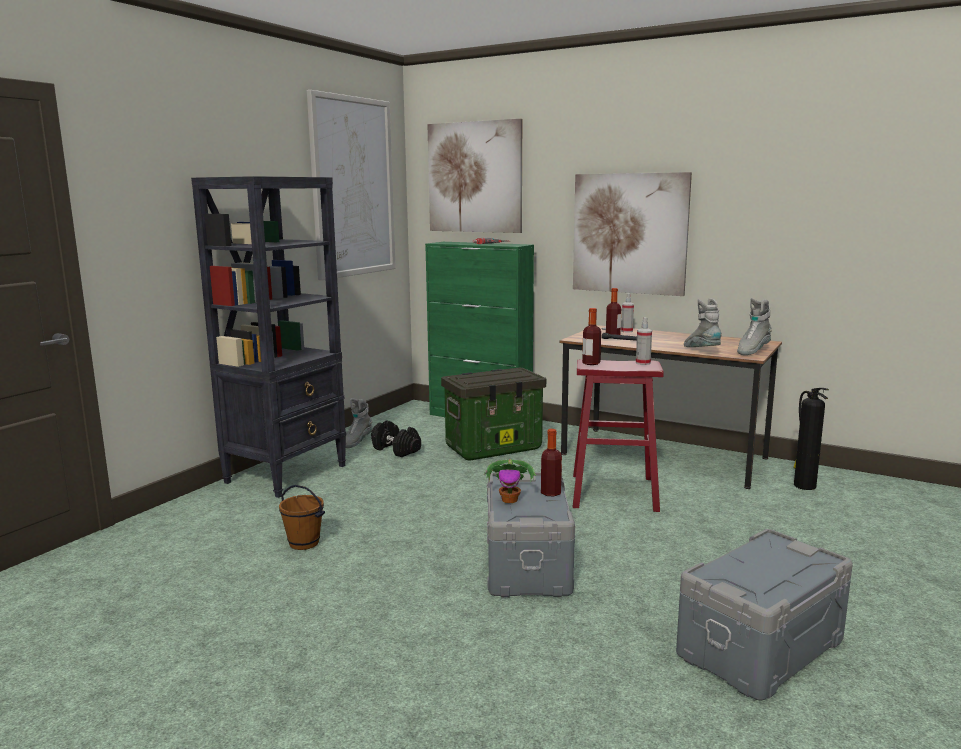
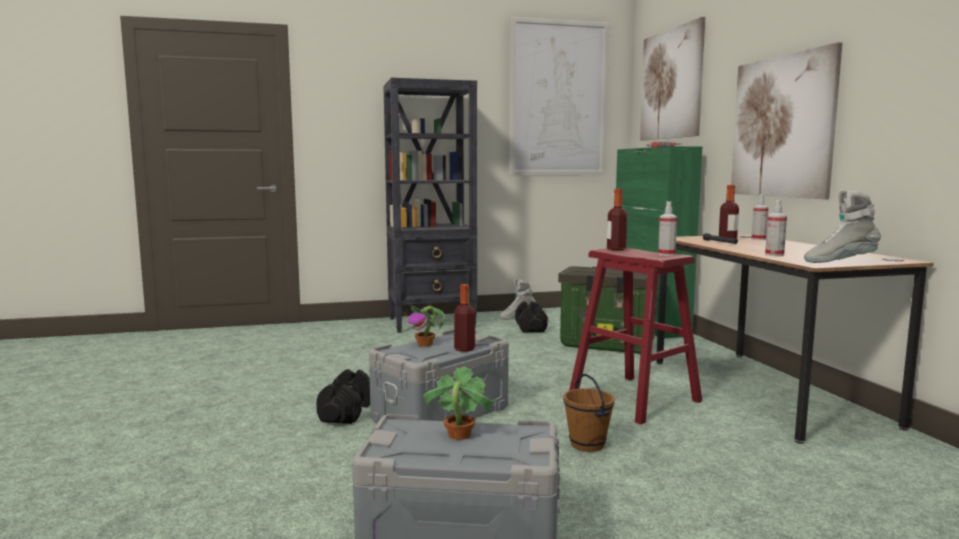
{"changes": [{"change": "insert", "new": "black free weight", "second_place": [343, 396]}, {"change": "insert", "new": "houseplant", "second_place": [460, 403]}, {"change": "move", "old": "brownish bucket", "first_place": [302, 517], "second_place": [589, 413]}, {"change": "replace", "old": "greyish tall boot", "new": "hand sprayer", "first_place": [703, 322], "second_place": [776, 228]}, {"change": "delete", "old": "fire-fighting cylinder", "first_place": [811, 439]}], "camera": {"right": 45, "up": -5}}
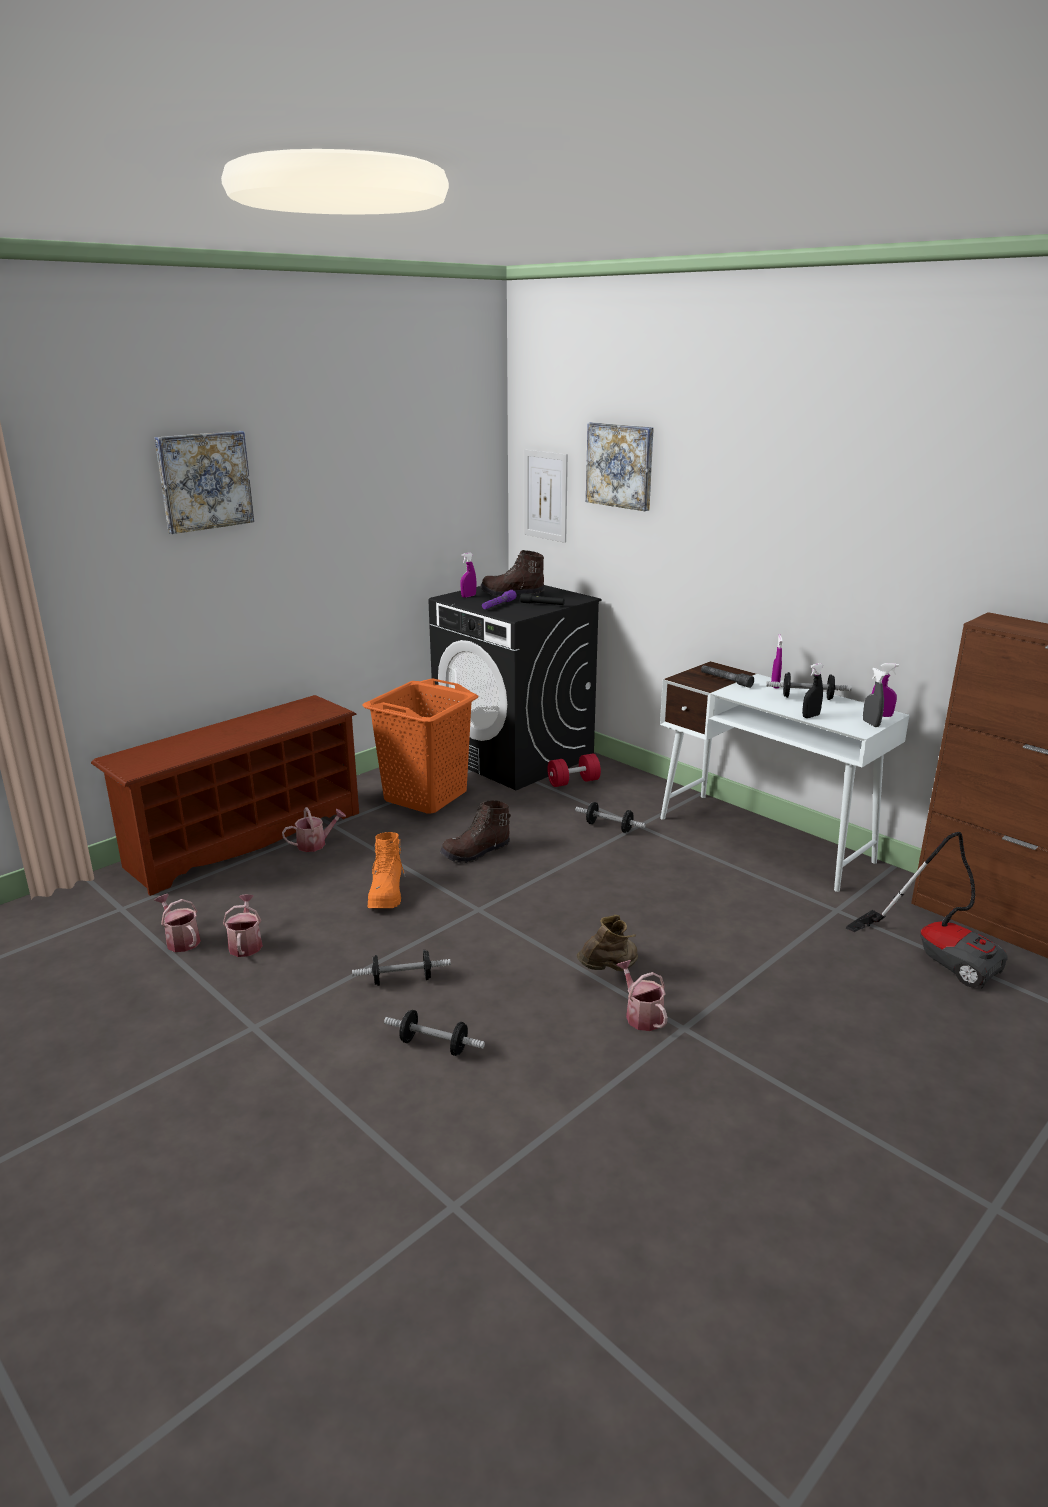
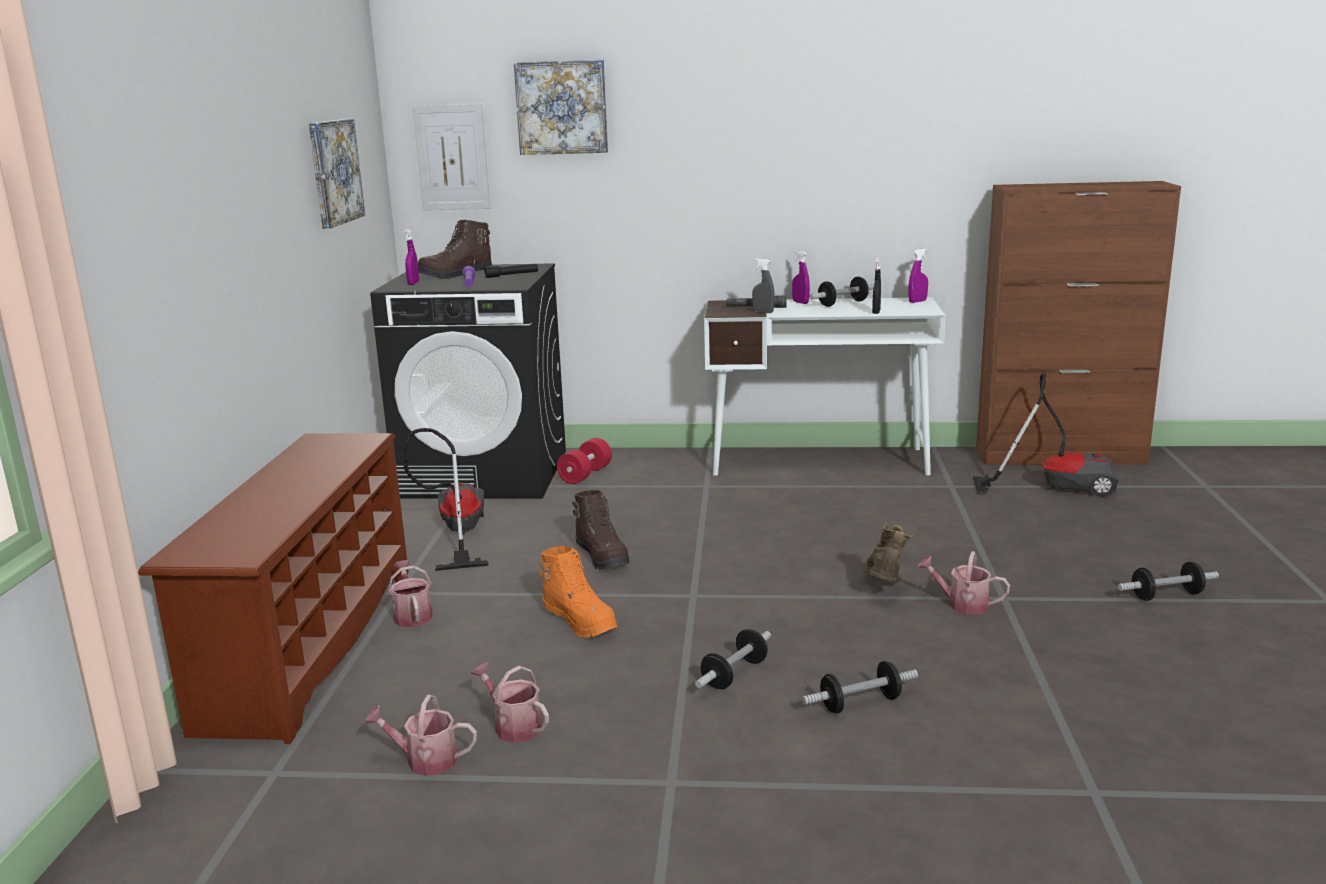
{"changes": [{"change": "move", "old": "wall picture", "first_place": [204, 482], "second_place": [337, 173]}, {"change": "rotate", "old": "sprinkling can", "first_place": [314, 829], "second_place": [410, 593], "degrees": -45}, {"change": "replace", "old": "orange hamper", "new": "hoover", "first_place": [420, 746], "second_place": [446, 499]}, {"change": "rotate", "old": "brownish tall boot", "first_place": [475, 831], "second_place": [601, 530], "degrees": -45}, {"change": "move", "old": "greyish hand sprayer", "first_place": [874, 697], "second_place": [763, 285]}, {"change": "move", "old": "free weight", "first_place": [610, 817], "second_place": [1168, 581]}], "camera": {"right": -40, "up": -5}}
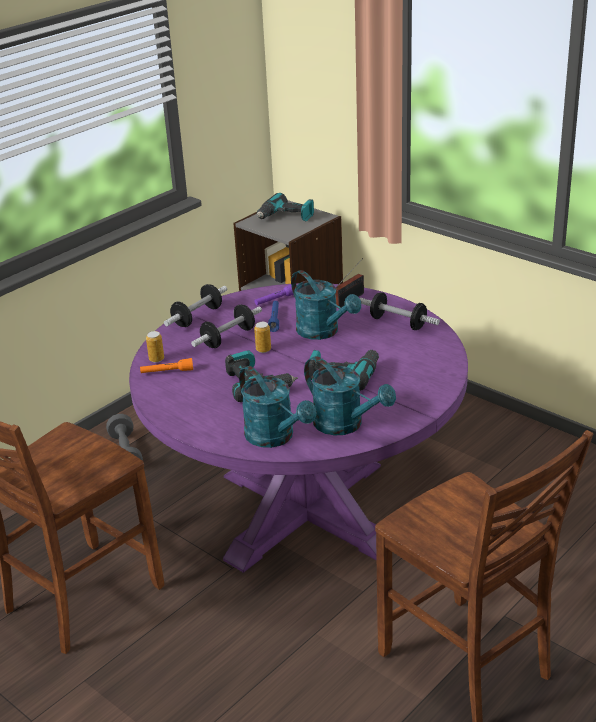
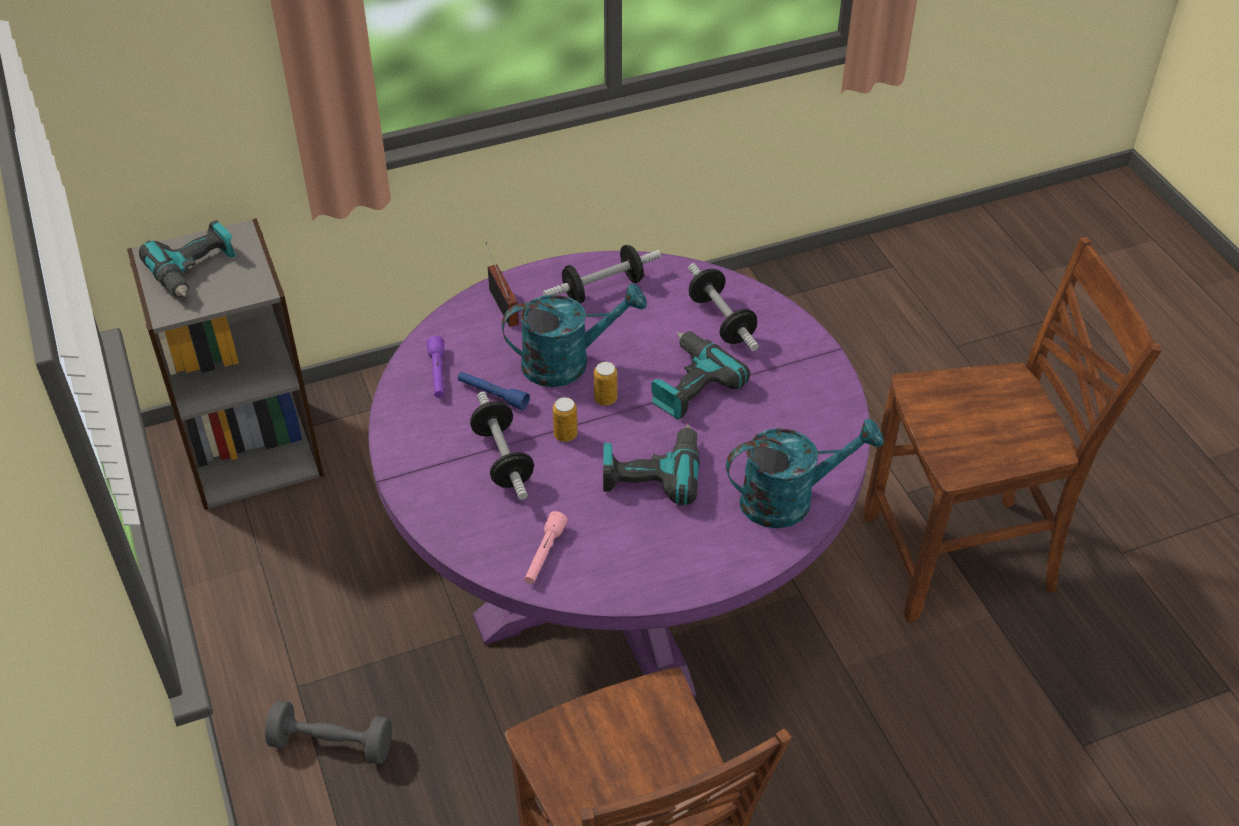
{"changes": [{"change": "recolor", "old": "orange hand torch", "new": "pink hand torch", "first_place": [166, 365], "second_place": [546, 547]}, {"change": "move", "old": "sealed can", "first_place": [155, 347], "second_place": [605, 384]}, {"change": "move", "old": "free weight", "first_place": [195, 305], "second_place": [723, 307]}, {"change": "delete", "old": "turquoise sprinkling can", "first_place": [350, 396]}], "camera": {"right": -65, "up": 15}}
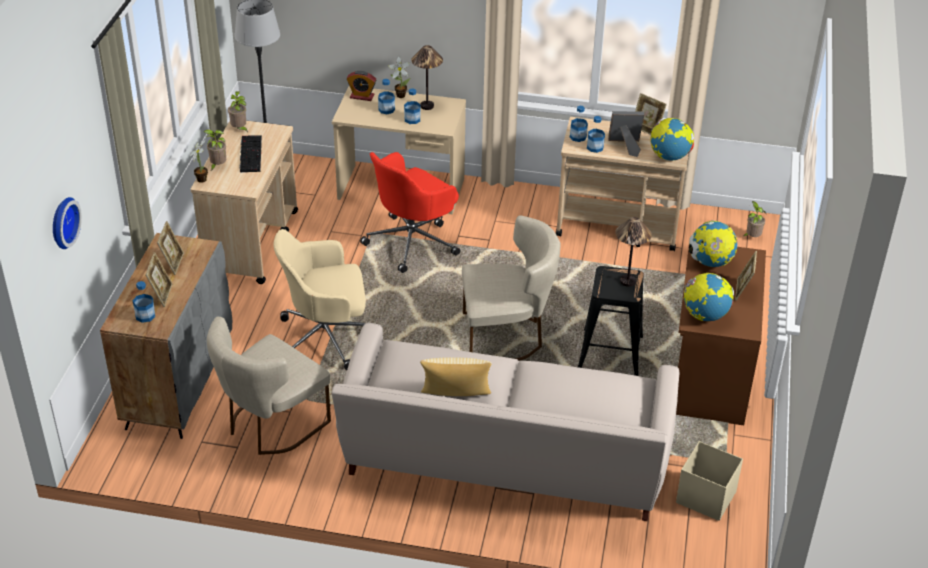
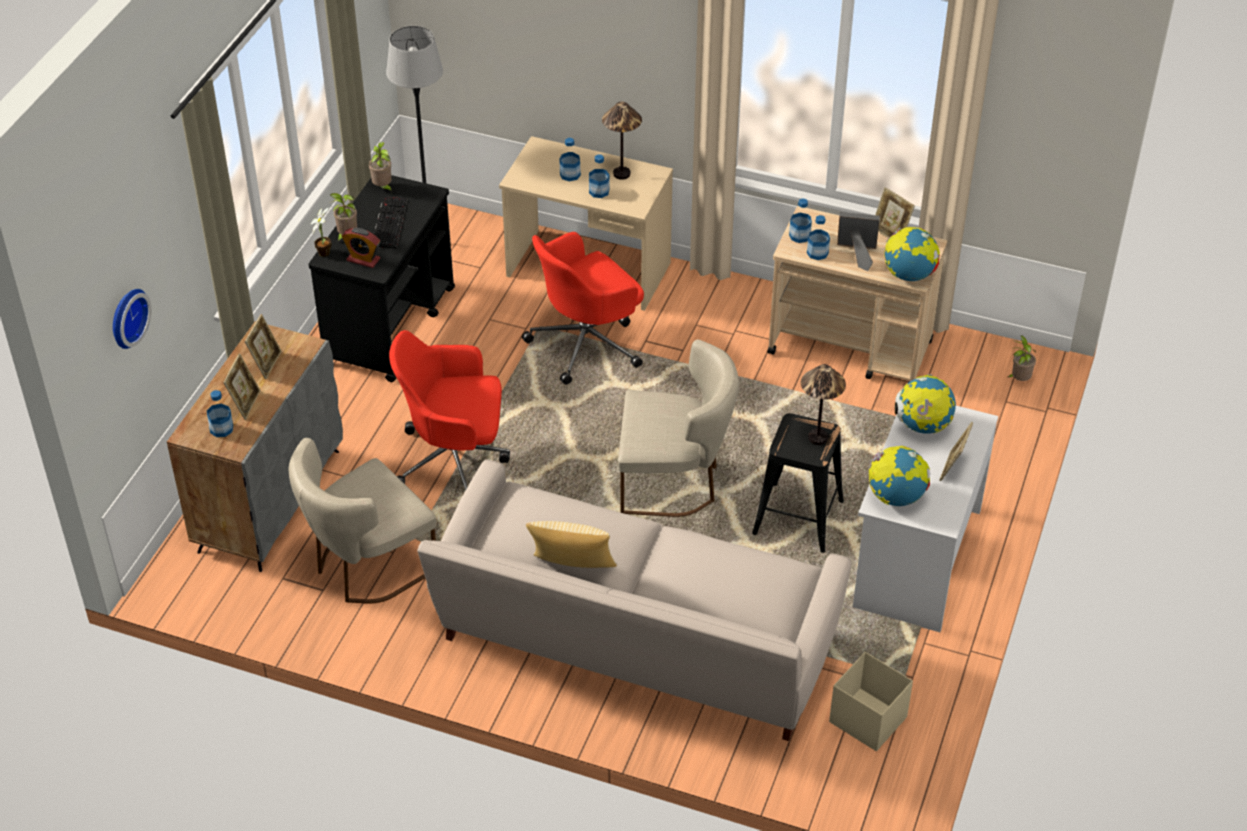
{"changes": [{"change": "recolor", "old": "beige wheeled cart", "new": "black wheeled cart", "first_place": [244, 202], "second_place": [381, 278]}, {"change": "move", "old": "bedside clock", "first_place": [362, 86], "second_place": [361, 248]}, {"change": "recolor", "old": "beige desk chair", "new": "red-coloured desk chair", "first_place": [319, 299], "second_place": [449, 410]}, {"change": "recolor", "old": "brownish desk unit", "new": "white-coloured desk unit", "first_place": [721, 336], "second_place": [925, 519]}, {"change": "delete", "old": "houseplant", "first_place": [399, 77]}], "camera": {"right": 10, "up": 5}}
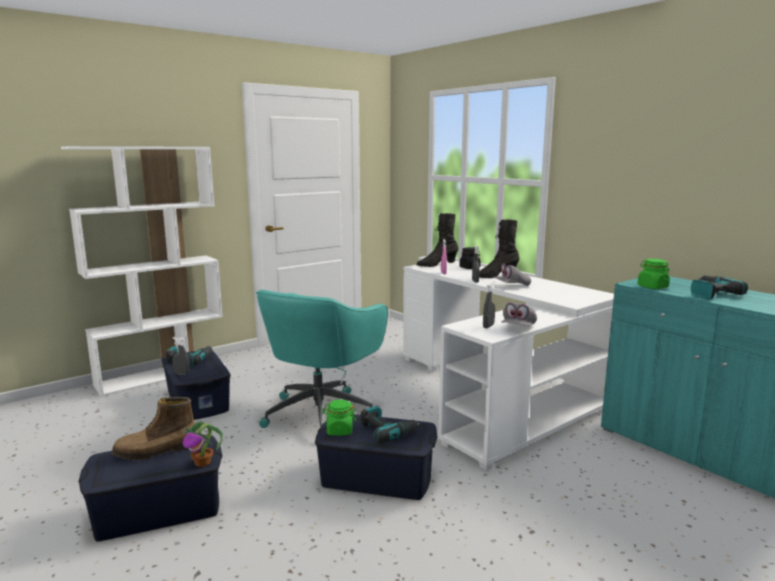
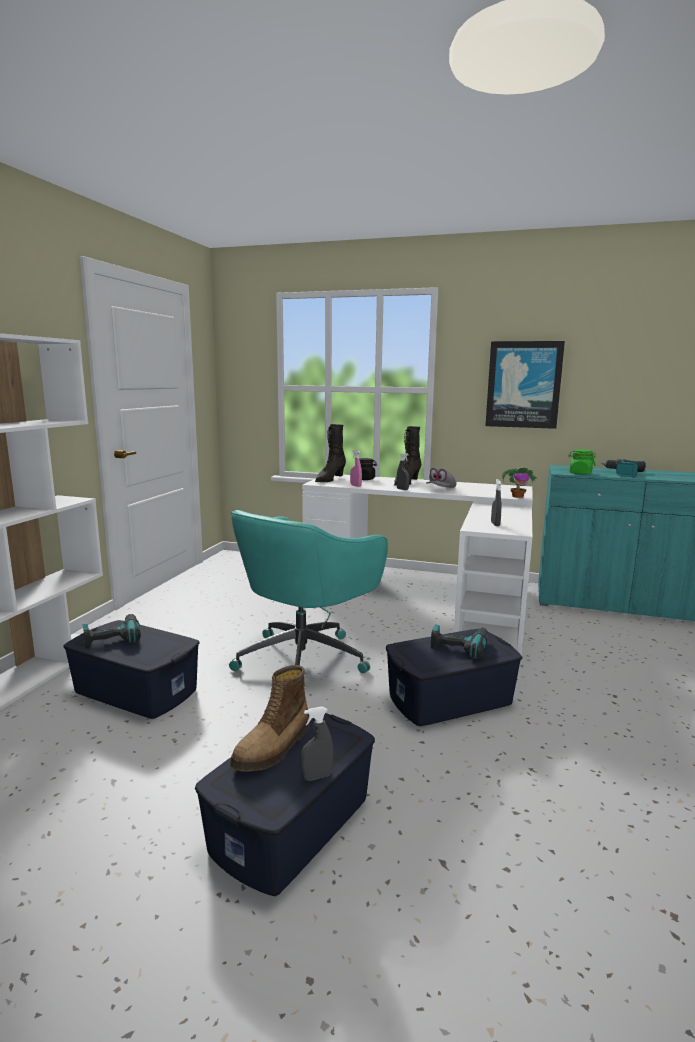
{"changes": [{"change": "rotate", "old": "turquoise desk chair", "first_place": [322, 359], "second_place": [308, 591], "degrees": 45}, {"change": "move", "old": "greyish hand sprayer", "first_place": [180, 356], "second_place": [316, 743]}, {"change": "insert", "new": "wall picture", "second_place": [525, 385]}, {"change": "move", "old": "houseplant", "first_place": [202, 444], "second_place": [519, 482]}, {"change": "delete", "old": "greenish preserve jar", "first_place": [339, 417]}, {"change": "delete", "old": "greyish baseball cap", "first_place": [519, 314]}], "camera": {"right": -35, "up": 0}}
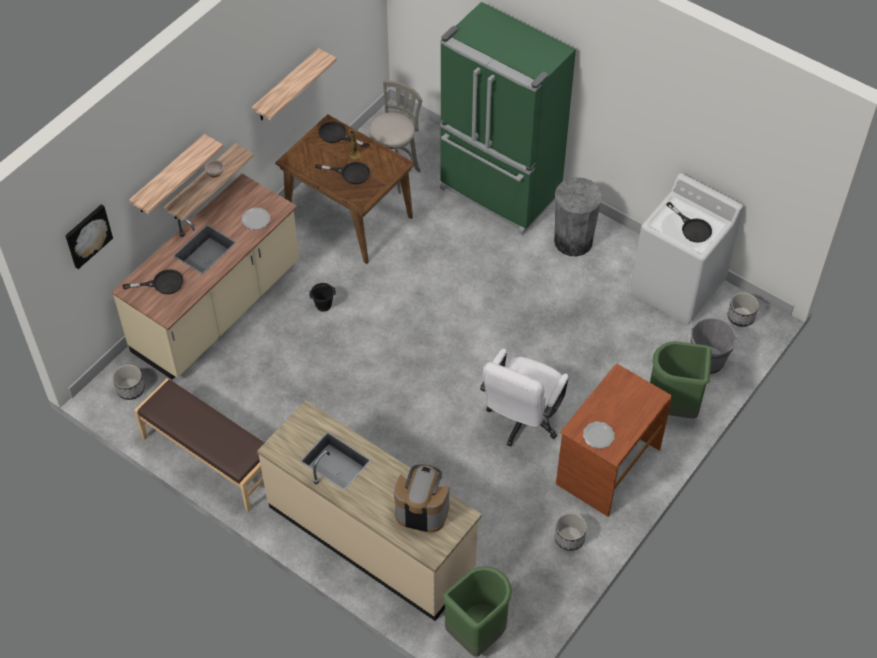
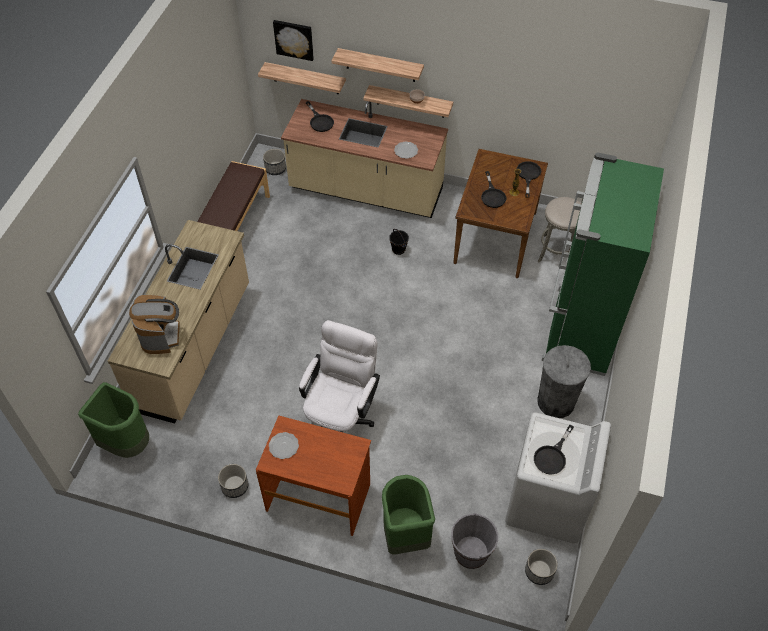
{"changes": [{"change": "move", "old": "wall shelf", "first_place": [294, 84], "second_place": [302, 78]}, {"change": "rotate", "old": "white-coloured desk chair", "first_place": [524, 398], "second_place": [339, 376], "degrees": 105}], "camera": {"right": 70, "up": 0}}
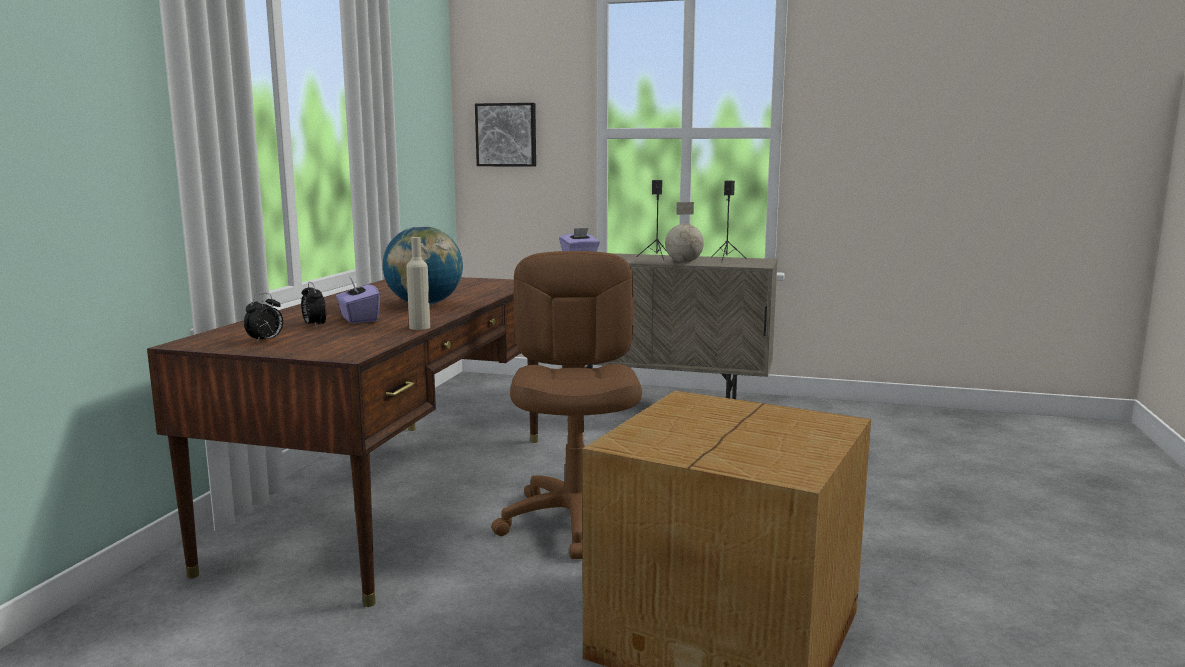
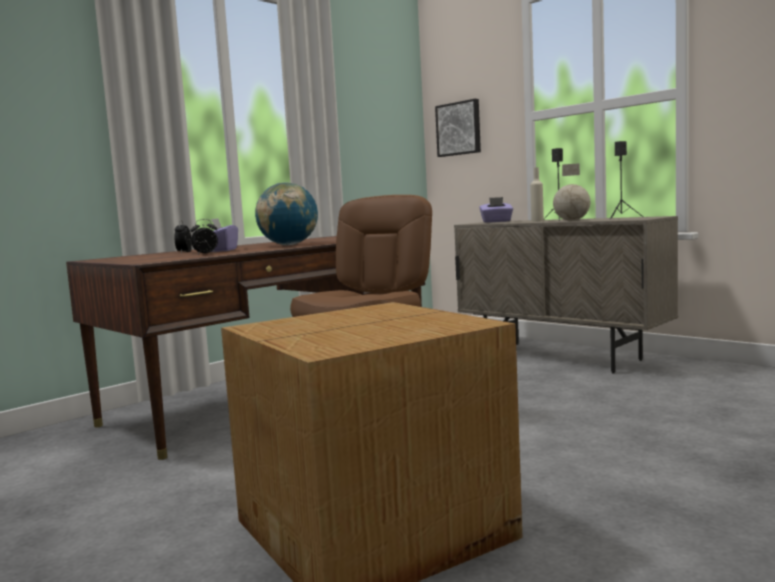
{"changes": [{"change": "move", "old": "bedside clock", "first_place": [263, 318], "second_place": [204, 236]}, {"change": "move", "old": "beige bottle", "first_place": [418, 283], "second_place": [537, 194]}], "camera": {"right": 30, "up": -5}}
